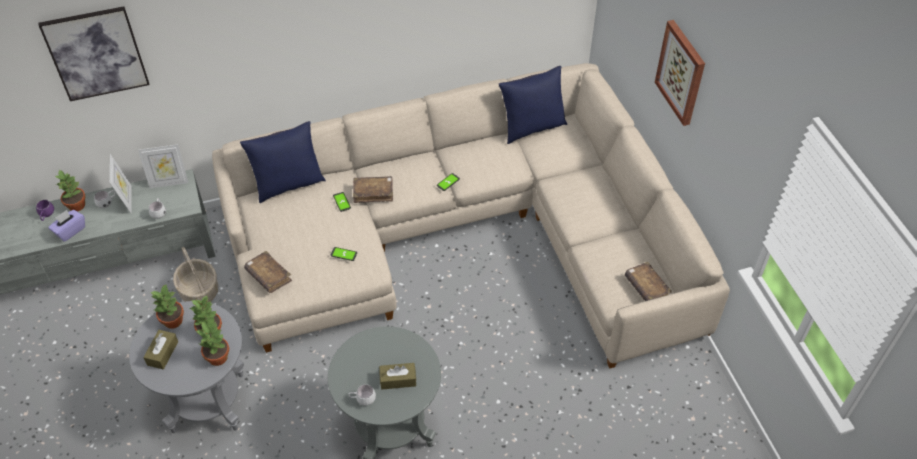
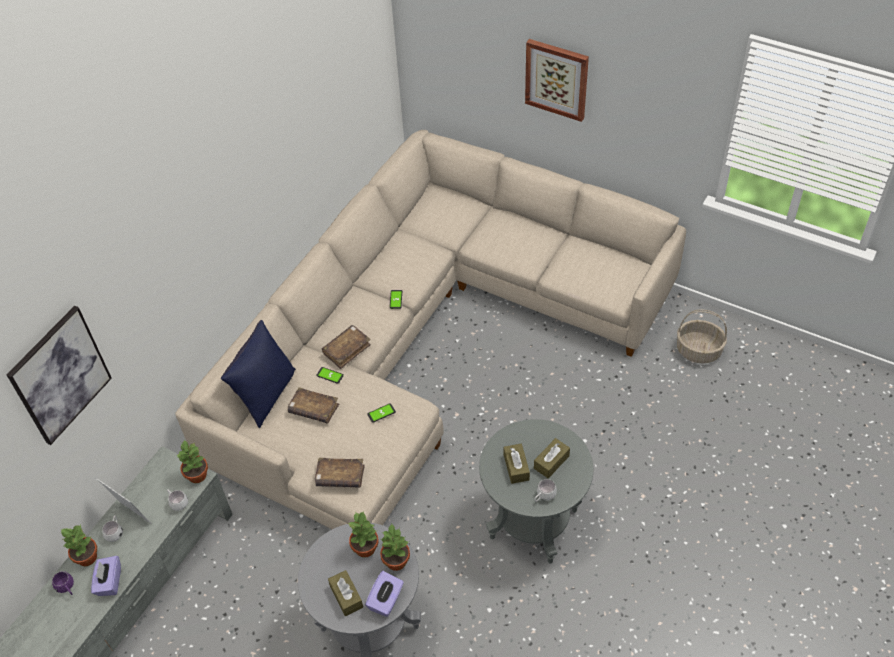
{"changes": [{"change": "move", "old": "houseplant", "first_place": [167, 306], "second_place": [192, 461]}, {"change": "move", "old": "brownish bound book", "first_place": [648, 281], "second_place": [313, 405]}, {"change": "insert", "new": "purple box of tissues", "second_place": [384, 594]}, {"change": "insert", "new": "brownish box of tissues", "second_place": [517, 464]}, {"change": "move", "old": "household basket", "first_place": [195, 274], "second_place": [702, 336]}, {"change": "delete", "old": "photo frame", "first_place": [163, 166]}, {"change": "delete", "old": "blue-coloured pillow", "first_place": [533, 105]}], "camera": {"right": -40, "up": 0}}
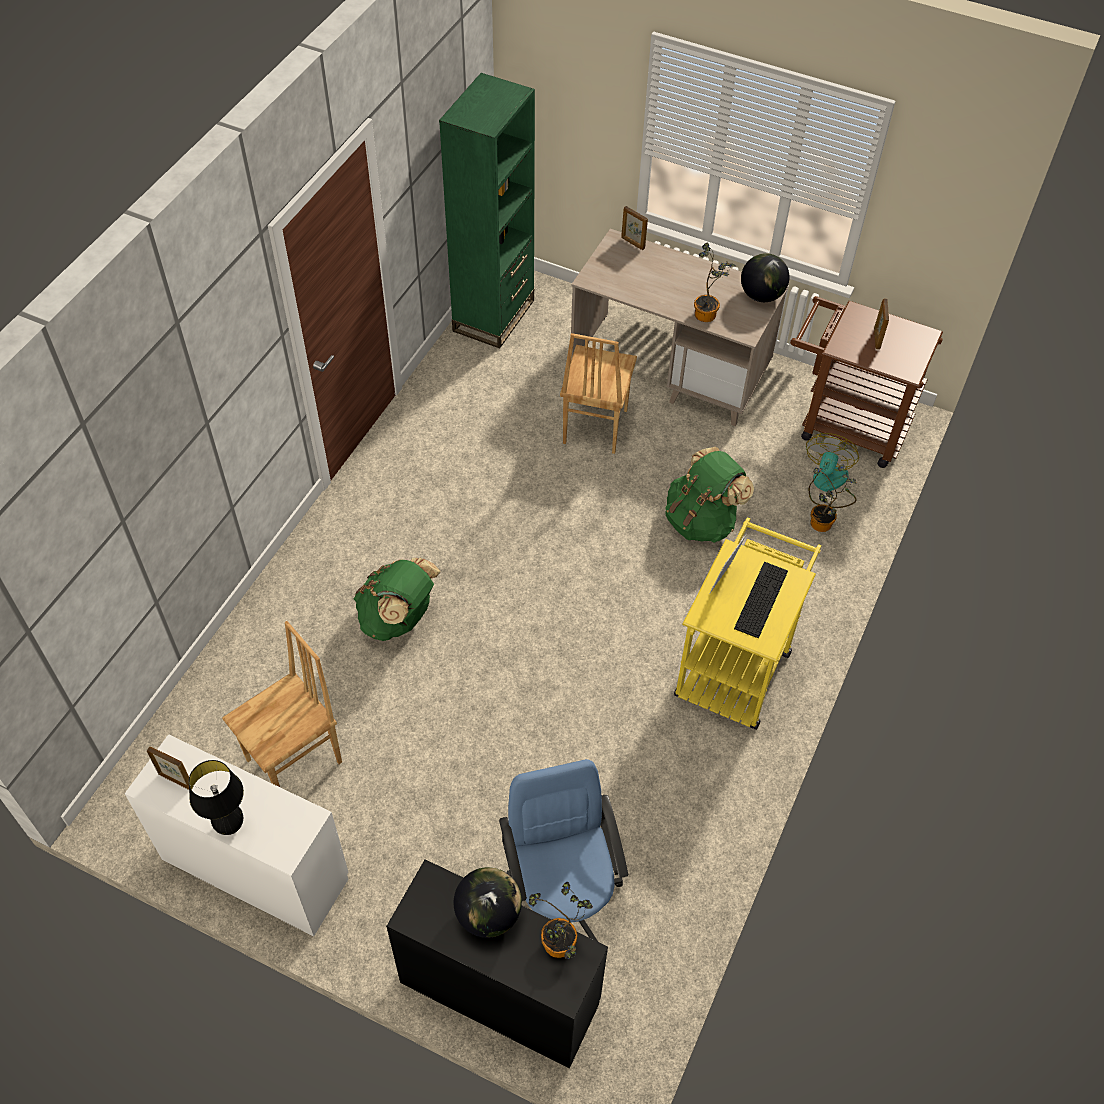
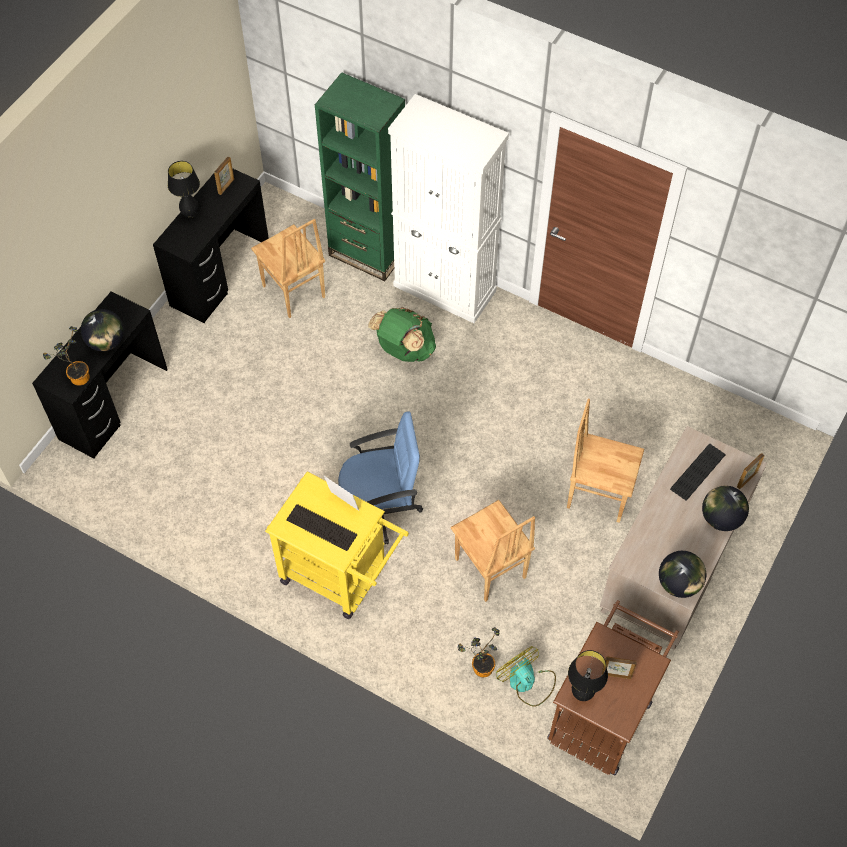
{"changes": [{"change": "recolor", "old": "white-coloured desk unit", "new": "black desk unit", "first_place": [236, 835], "second_place": [211, 245]}, {"change": "move", "old": "greenish bookcase", "first_place": [487, 210], "second_place": [360, 176]}, {"change": "move", "old": "blue-coloured desk chair", "first_place": [563, 850], "second_place": [380, 477]}, {"change": "insert", "new": "white-coloured storage cabinet", "second_place": [448, 208]}, {"change": "replace", "old": "greenish rucksack", "new": "brownish plain chair", "first_place": [709, 495], "second_place": [493, 551]}, {"change": "rotate", "old": "cooling fan", "first_place": [832, 470], "second_place": [526, 676], "degrees": -150}, {"change": "insert", "new": "black lamp for a table", "second_place": [588, 675]}, {"change": "insert", "new": "computer keyboard", "second_place": [698, 472]}, {"change": "insert", "new": "desk globe", "second_place": [725, 508]}, {"change": "delete", "old": "houseplant", "first_place": [715, 282]}], "camera": {"right": 95, "up": 5}}
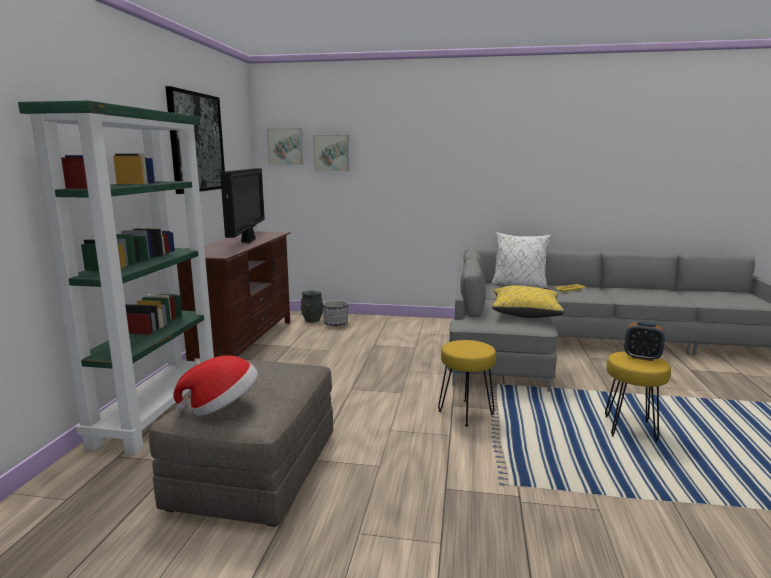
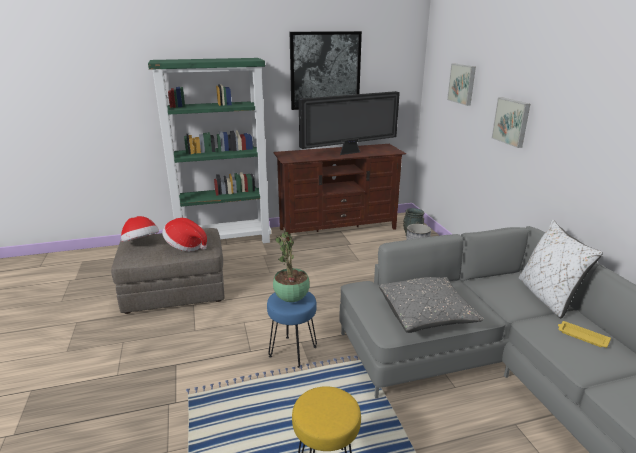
{"changes": [{"change": "insert", "new": "wearable hat", "second_place": [184, 235]}, {"change": "recolor", "old": "yellowish stool seat", "new": "blue-coloured stool seat", "first_place": [467, 383], "second_place": [292, 329]}, {"change": "insert", "new": "houseplant", "second_place": [291, 266]}, {"change": "recolor", "old": "yellowish pillow", "new": "greyish pillow", "first_place": [528, 301], "second_place": [431, 305]}, {"change": "move", "old": "wall picture", "first_place": [285, 146], "second_place": [511, 122]}, {"change": "delete", "old": "bedside clock", "first_place": [644, 341]}], "camera": {"right": 65, "up": 10}}
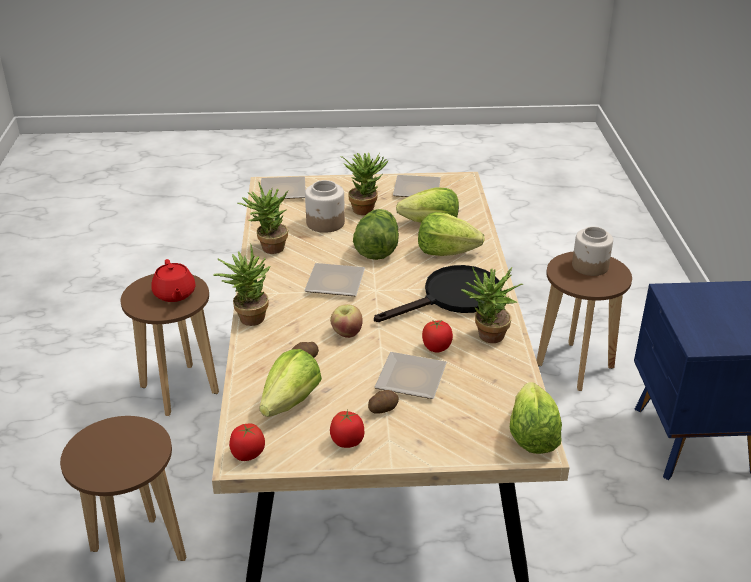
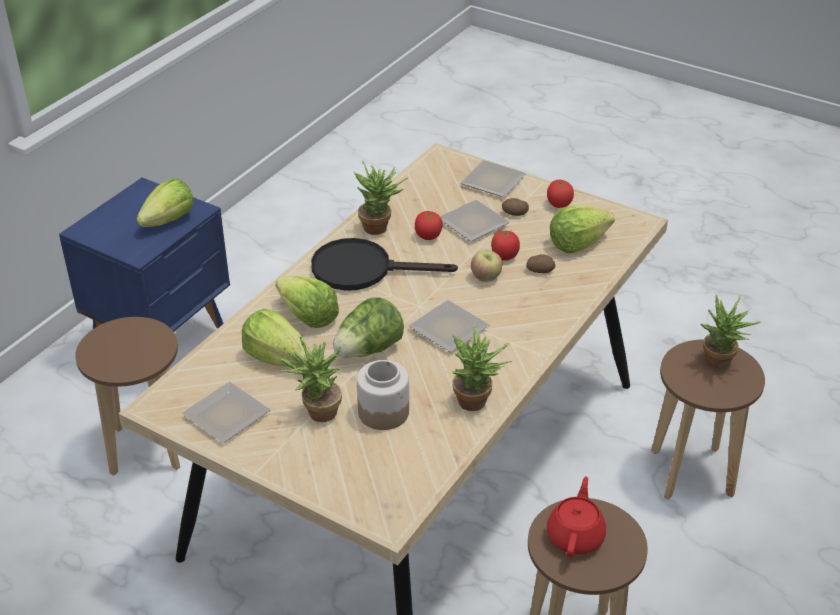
{"changes": [{"change": "move", "old": "lettuce head", "first_place": [536, 418], "second_place": [165, 203]}, {"change": "move", "old": "flat dish", "first_place": [283, 187], "second_place": [494, 178]}, {"change": "move", "old": "fresh tomato", "first_place": [247, 442], "second_place": [505, 245]}, {"change": "move", "old": "houseplant", "first_place": [242, 285], "second_place": [730, 332]}, {"change": "delete", "old": "preserve jar", "first_place": [592, 251]}], "camera": {"right": -145, "up": 5}}
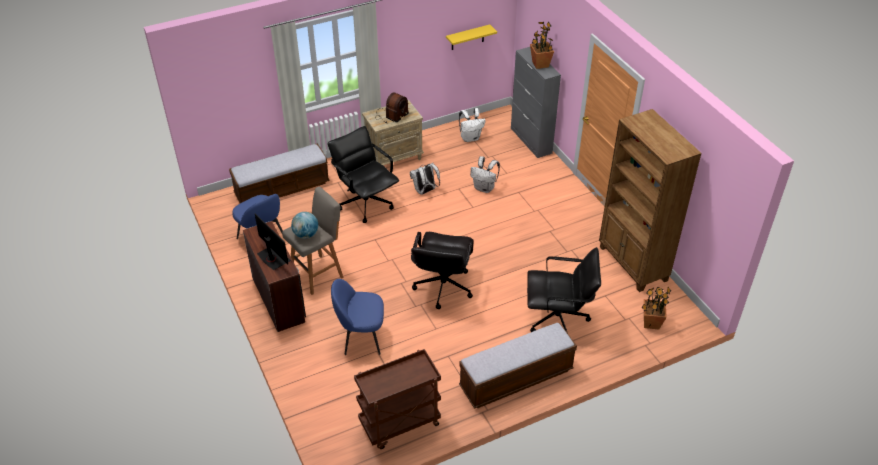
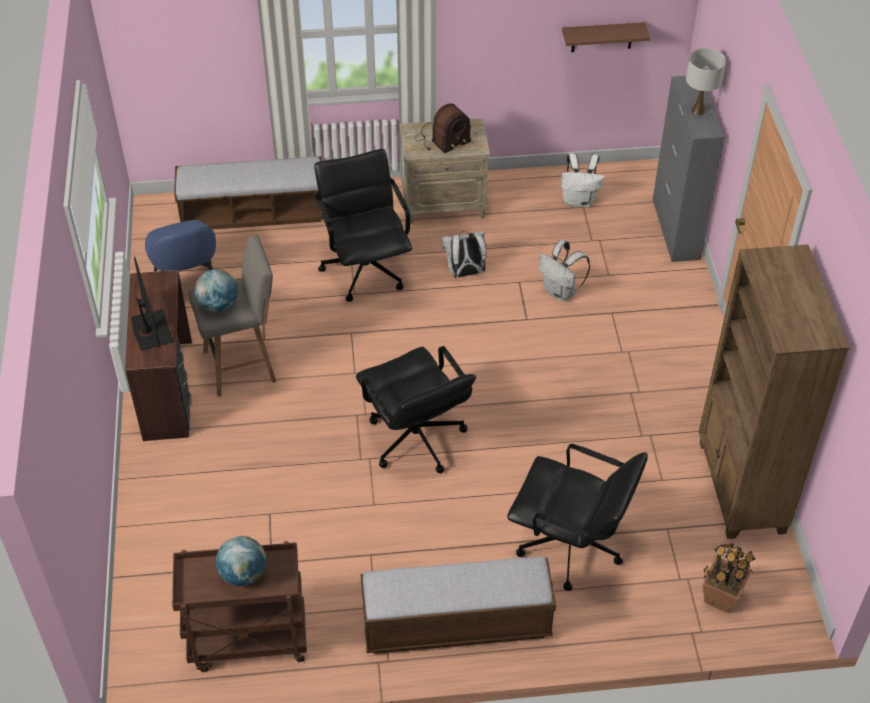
{"changes": [{"change": "insert", "new": "desk globe", "second_place": [241, 561]}, {"change": "rotate", "old": "black desk chair", "first_place": [442, 270], "second_place": [416, 410], "degrees": -60}, {"change": "recolor", "old": "yellowish wall shelf", "new": "brownish wall shelf", "first_place": [471, 37], "second_place": [606, 37]}, {"change": "replace", "old": "houseplant", "new": "white-coloured lamp for a table", "first_place": [542, 45], "second_place": [706, 81]}, {"change": "delete", "old": "blue-coloured plain chair", "first_place": [357, 317]}], "camera": {"right": 20, "up": 5}}
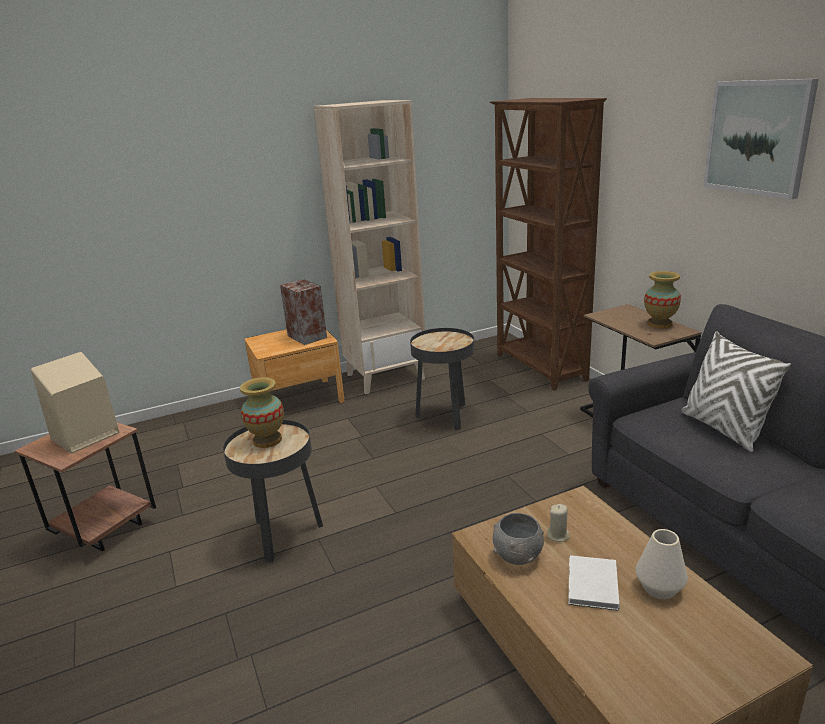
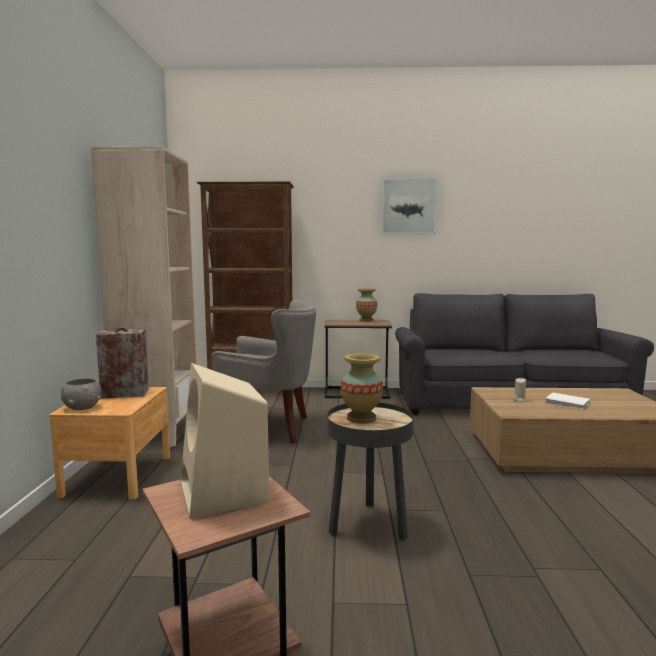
{"changes": [{"change": "move", "old": "greyish serving bowl", "first_place": [518, 539], "second_place": [81, 394]}, {"change": "replace", "old": "black accent table", "new": "greyish armchair", "first_place": [442, 379], "second_place": [264, 372]}, {"change": "delete", "old": "white-coloured flower vase", "first_place": [662, 564]}, {"change": "delete", "old": "white-coloured pillow", "first_place": [736, 391]}], "camera": {"right": -65, "up": -15}}
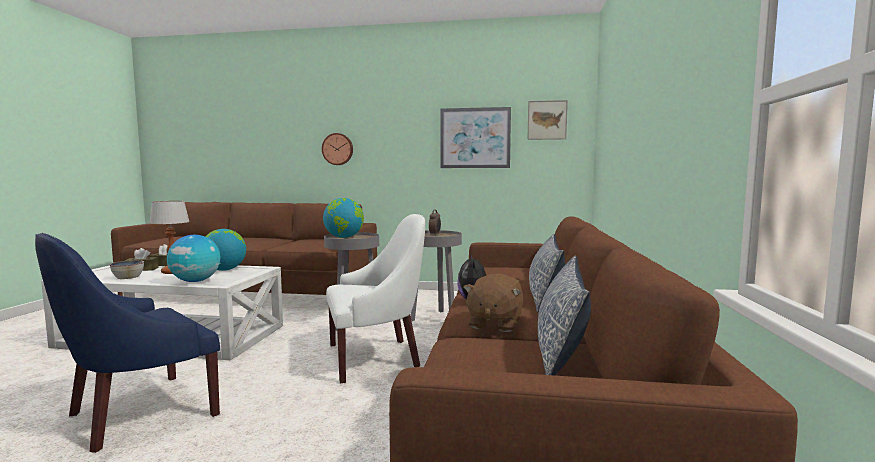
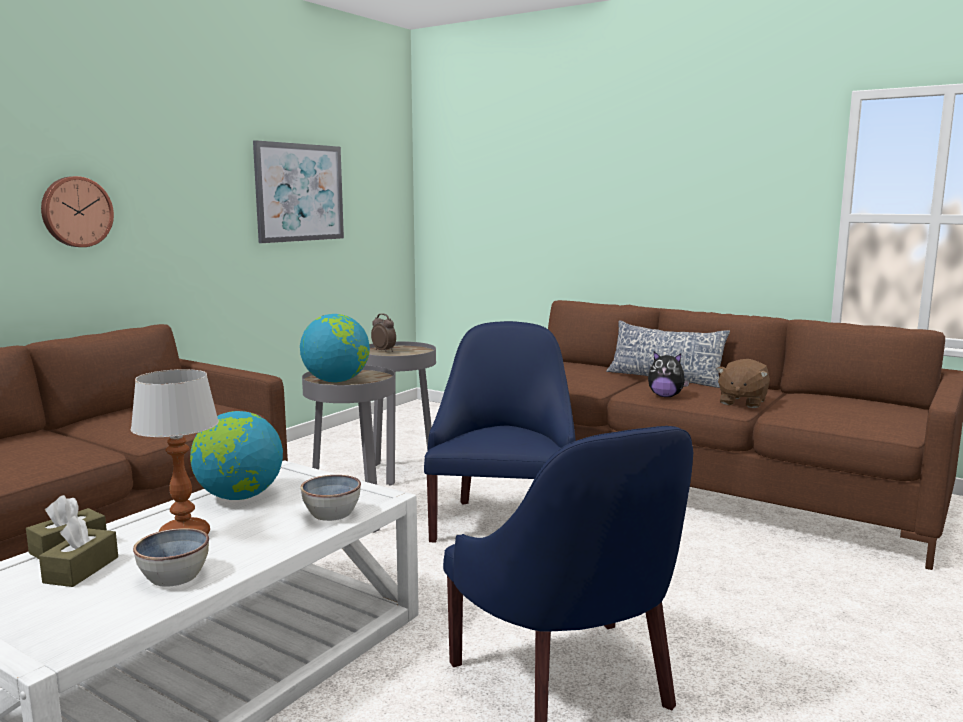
{"changes": [{"change": "replace", "old": "desk globe", "new": "serving bowl", "first_place": [194, 258], "second_place": [330, 498]}, {"change": "recolor", "old": "white-coloured armchair", "new": "blue-coloured armchair", "first_place": [375, 298], "second_place": [500, 432]}, {"change": "rotate", "old": "brownish cuddly toy", "first_place": [493, 302], "second_place": [743, 383], "degrees": 75}, {"change": "delete", "old": "wall picture", "first_place": [547, 120]}, {"change": "delete", "old": "pillow", "first_place": [564, 315]}], "camera": {"right": -65, "up": 5}}
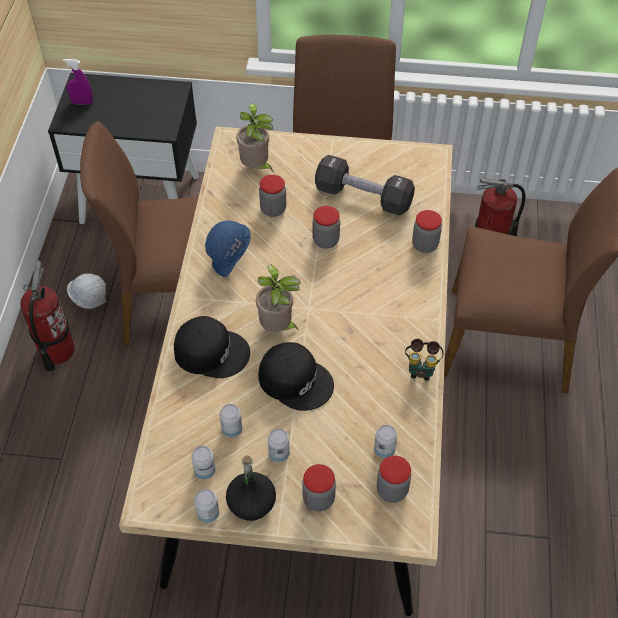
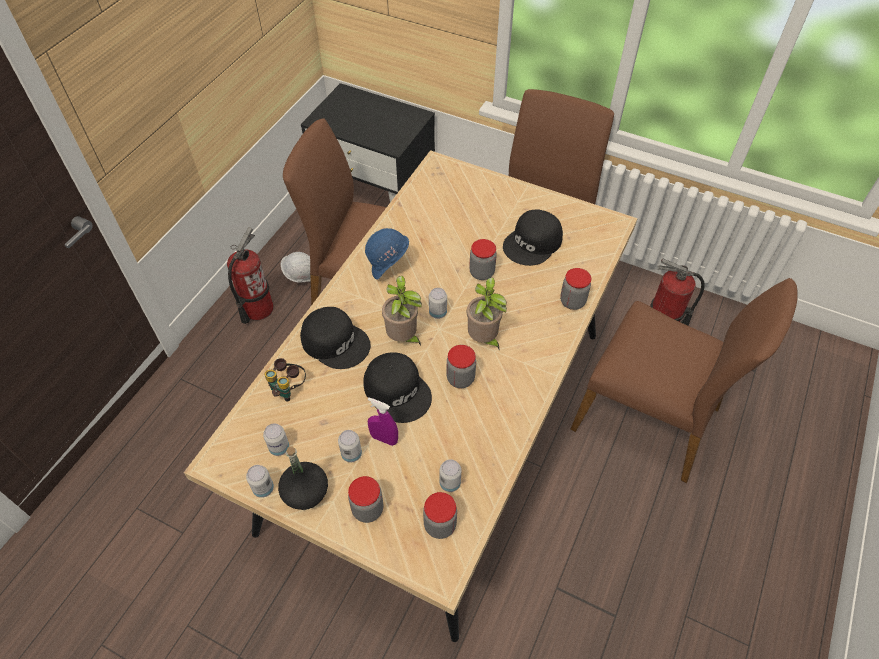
{"changes": [{"change": "move", "old": "binoculars", "first_place": [424, 360], "second_place": [285, 380]}, {"change": "move", "old": "purple hand sprayer", "first_place": [78, 82], "second_place": [382, 421]}, {"change": "move", "old": "sealed can", "first_place": [231, 420], "second_place": [438, 303]}, {"change": "move", "old": "preserve jar", "first_place": [272, 196], "second_place": [461, 366]}, {"change": "move", "old": "houseplant", "first_place": [255, 138], "second_place": [487, 314]}, {"change": "replace", "old": "black free weight", "new": "black baseball cap", "first_place": [365, 185], "second_place": [533, 238]}], "camera": {"right": 20, "up": 0}}
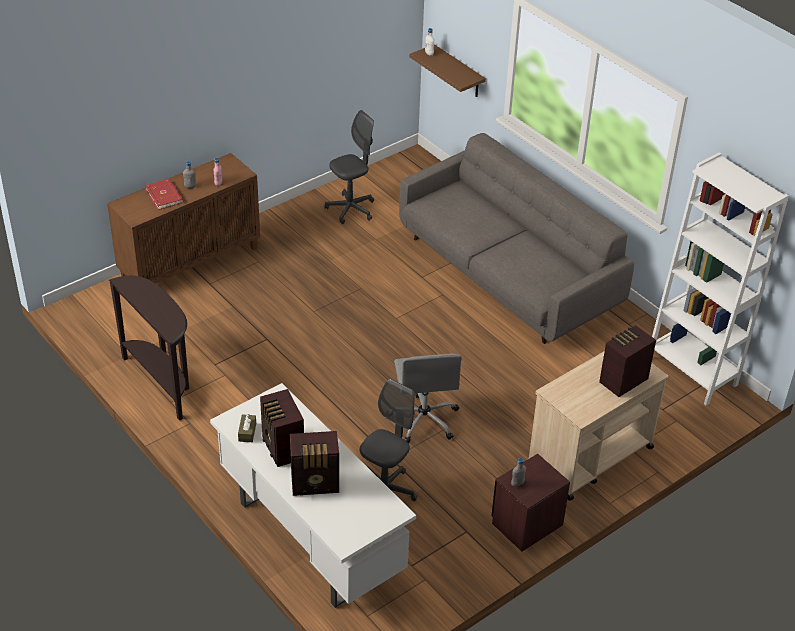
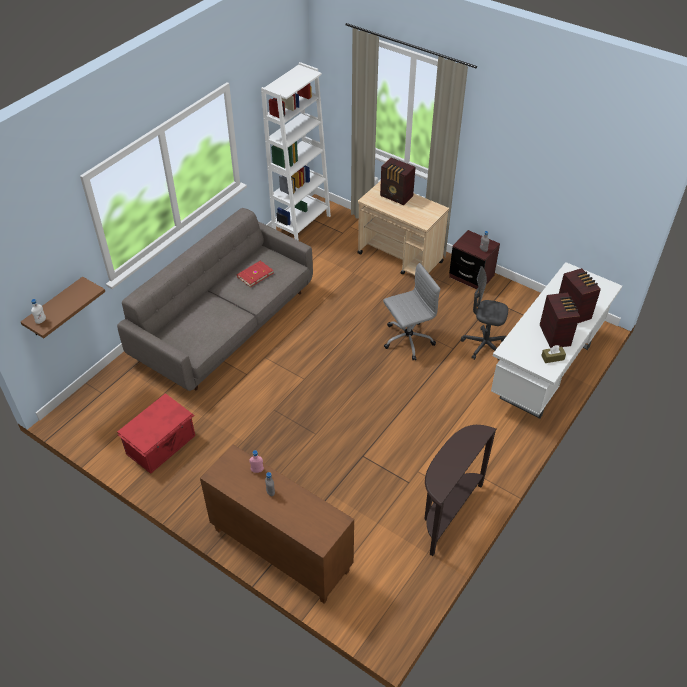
{"changes": [{"change": "replace", "old": "greyish desk chair", "new": "red-coloured storage bin", "first_place": [349, 167], "second_place": [156, 433]}, {"change": "move", "old": "red-coloured bound book", "first_place": [164, 194], "second_place": [255, 274]}, {"change": "rotate", "old": "radio receiver", "first_place": [282, 428], "second_place": [560, 320], "degrees": -60}], "camera": {"right": -105, "up": 5}}
